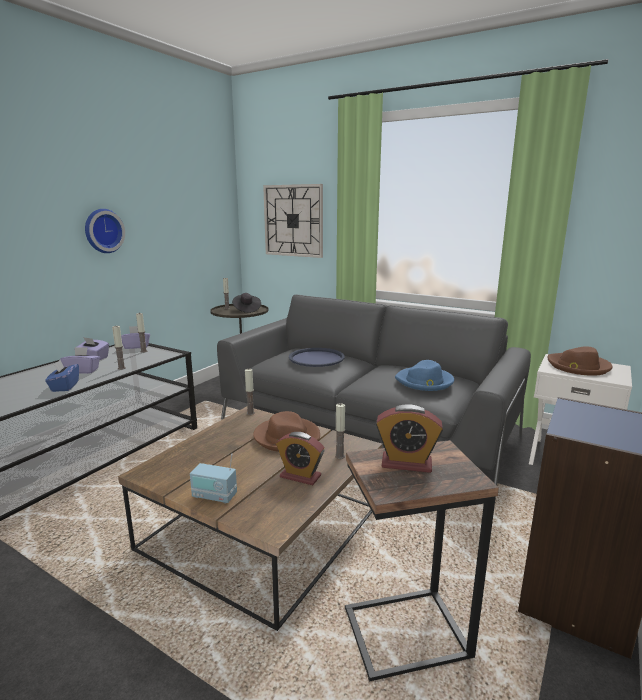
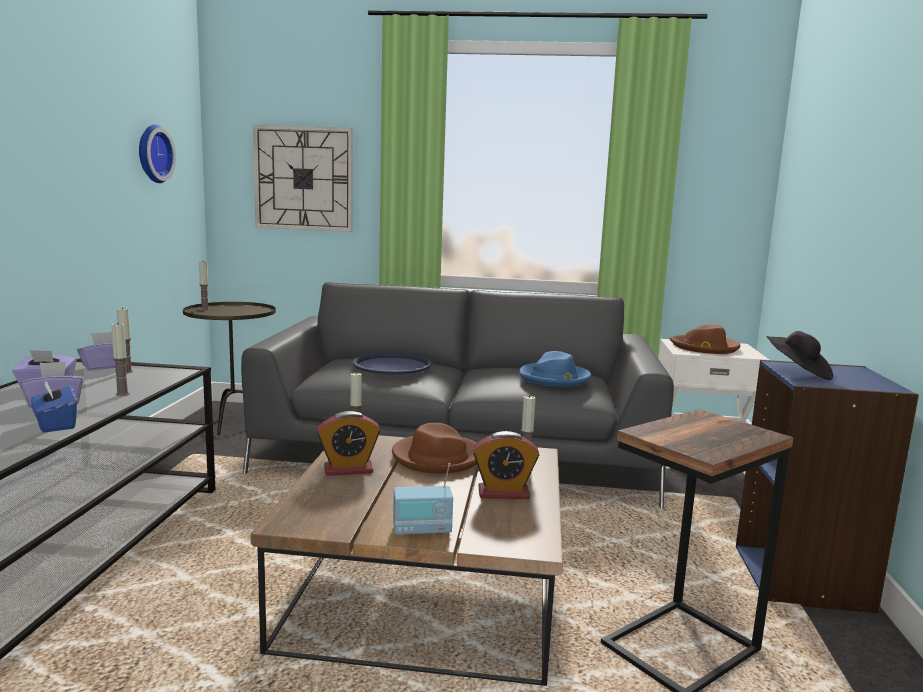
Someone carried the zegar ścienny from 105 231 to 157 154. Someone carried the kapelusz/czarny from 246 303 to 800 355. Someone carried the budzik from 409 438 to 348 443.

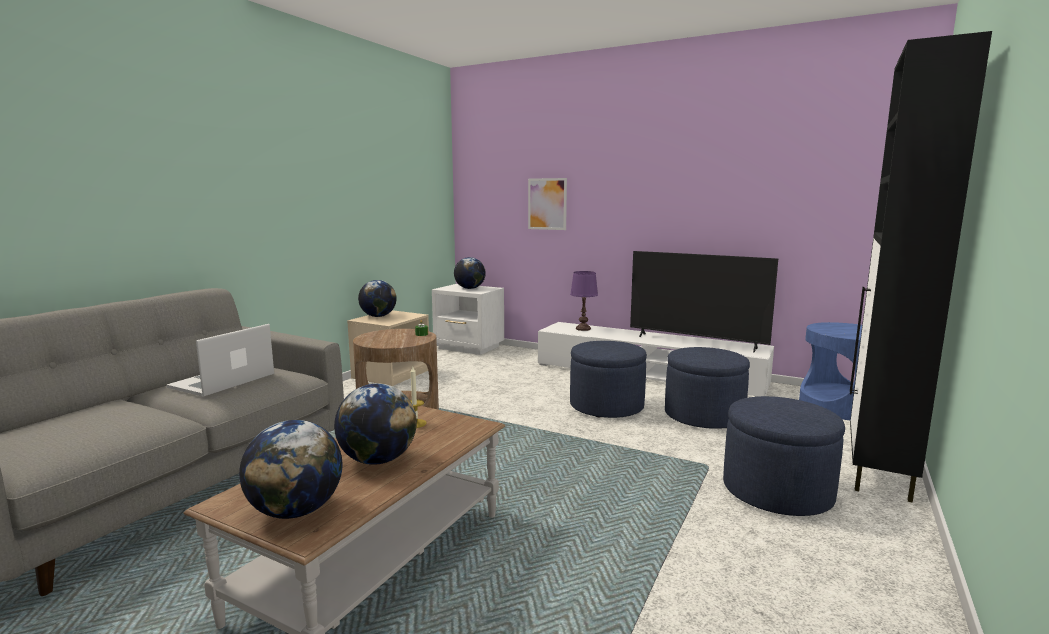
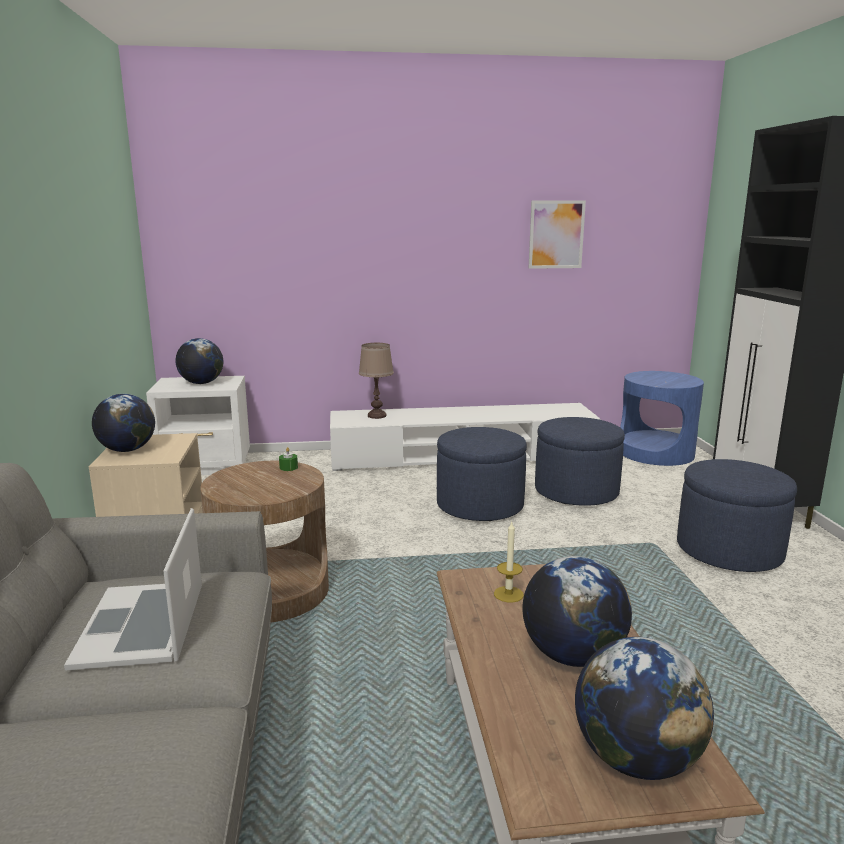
Someone carried the obraz from 547 204 to 557 234. Someone repainted the lampa stołowa/fioletowy at 584 301, which became the lampa stołowa/brązowy at 376 381. Someone took away the telewizor at 704 301.

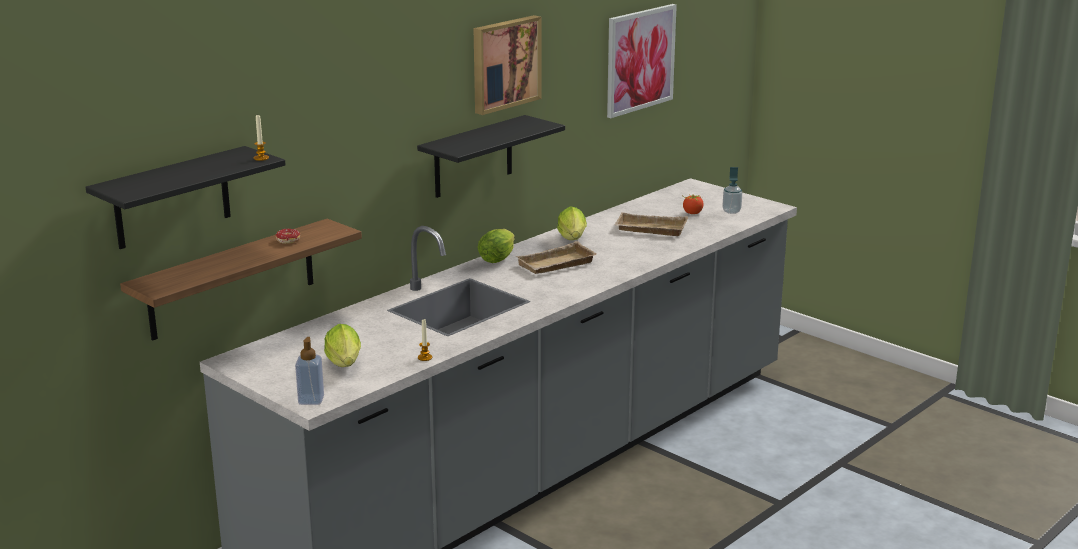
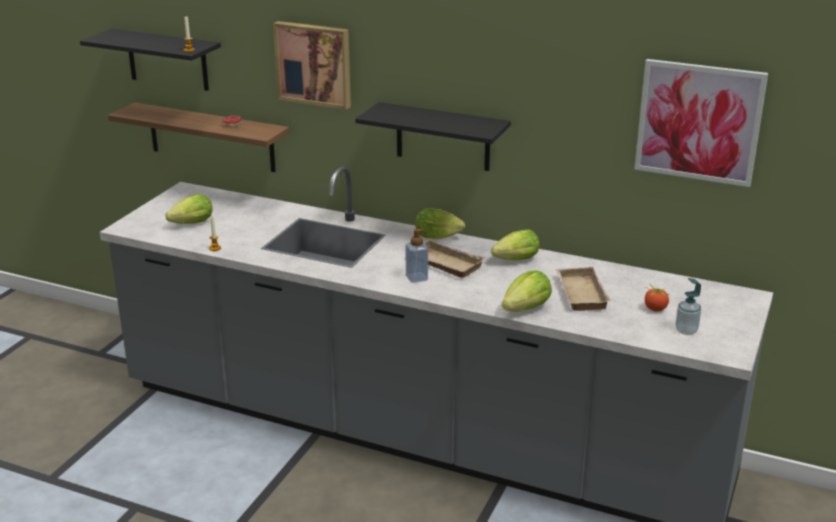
Someone carried the dozownik mydła from 309 371 to 417 256. Someone carried the obraz from 507 65 to 312 65. Someone put down the sałata at 527 291.

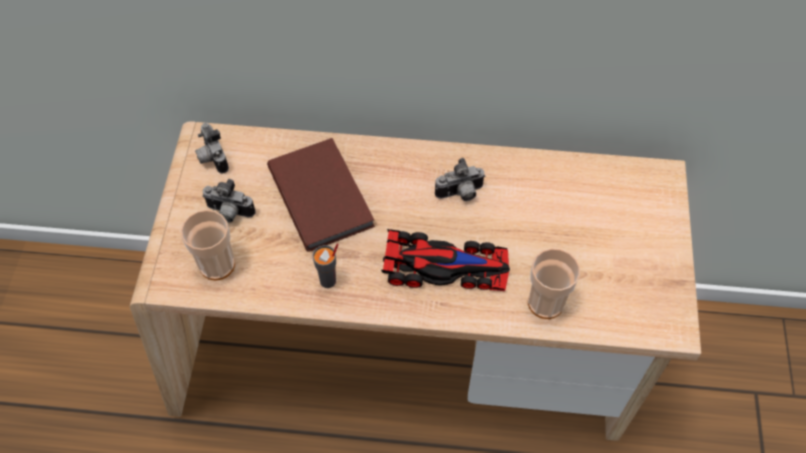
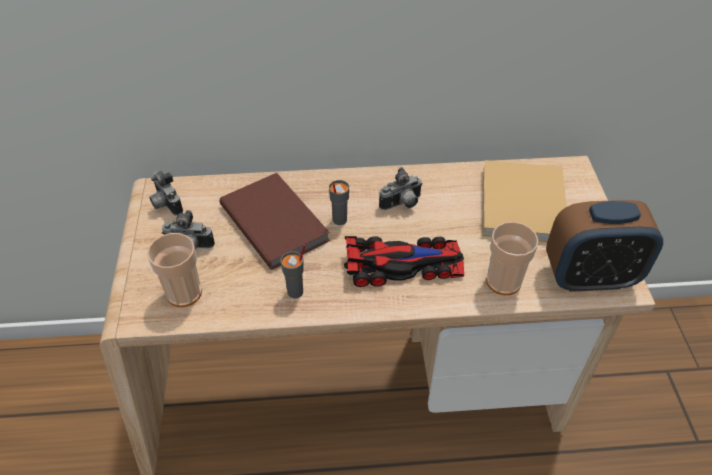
Someone put down the filiżanka/szary at 339 202. Someone put down the książka/beżowy at 524 201. Someone put down the budzik at 604 246.

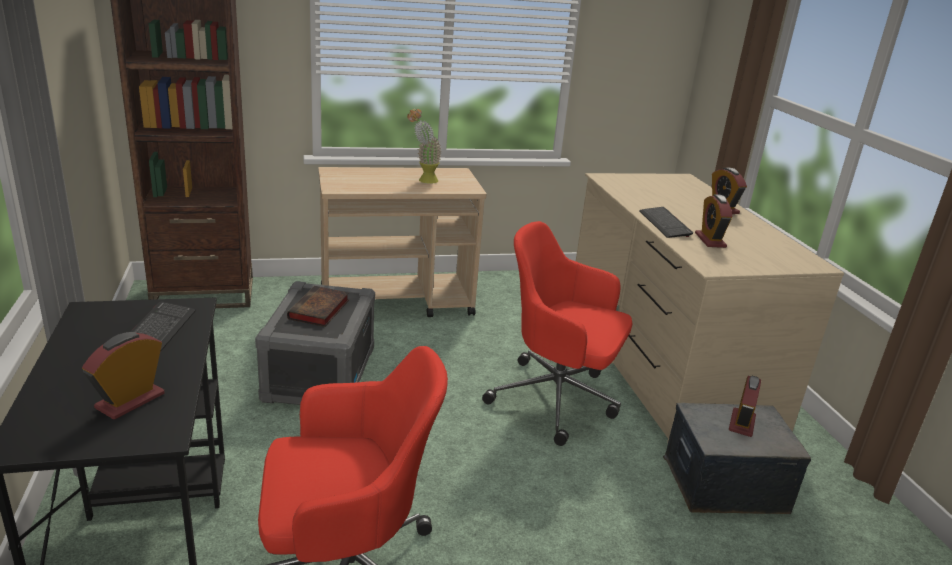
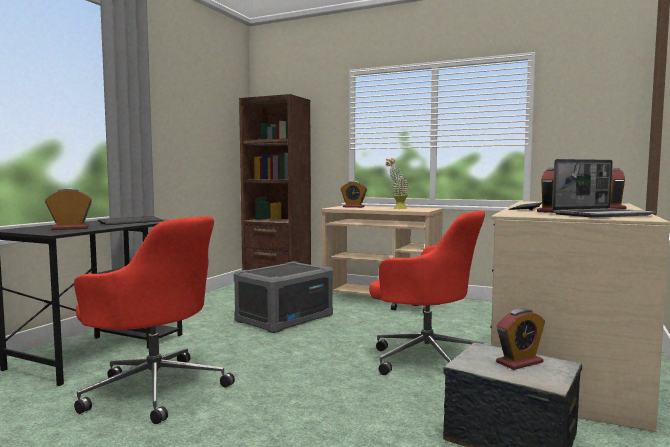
Someone took away the książka at 318 306. Someone rotated the krzesło biurowe/czerwony at 557 333 by 150 degrees clockwise. Someone put down the budzik at 354 194. Someone put down the laptop at 604 188.

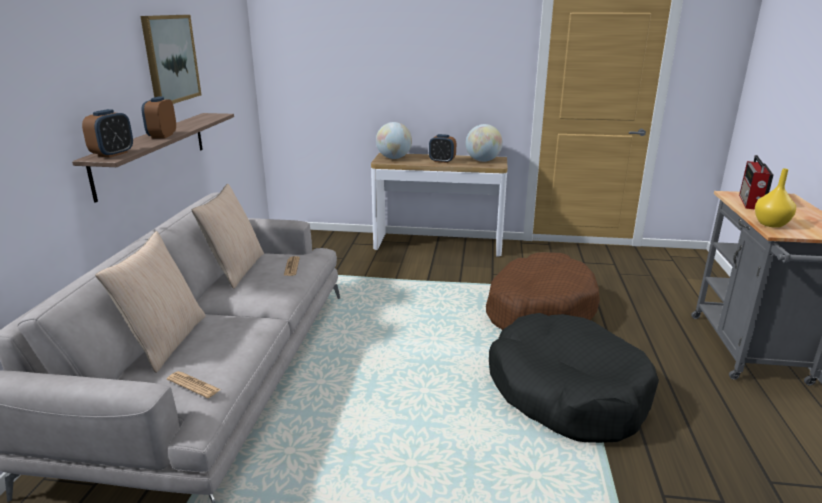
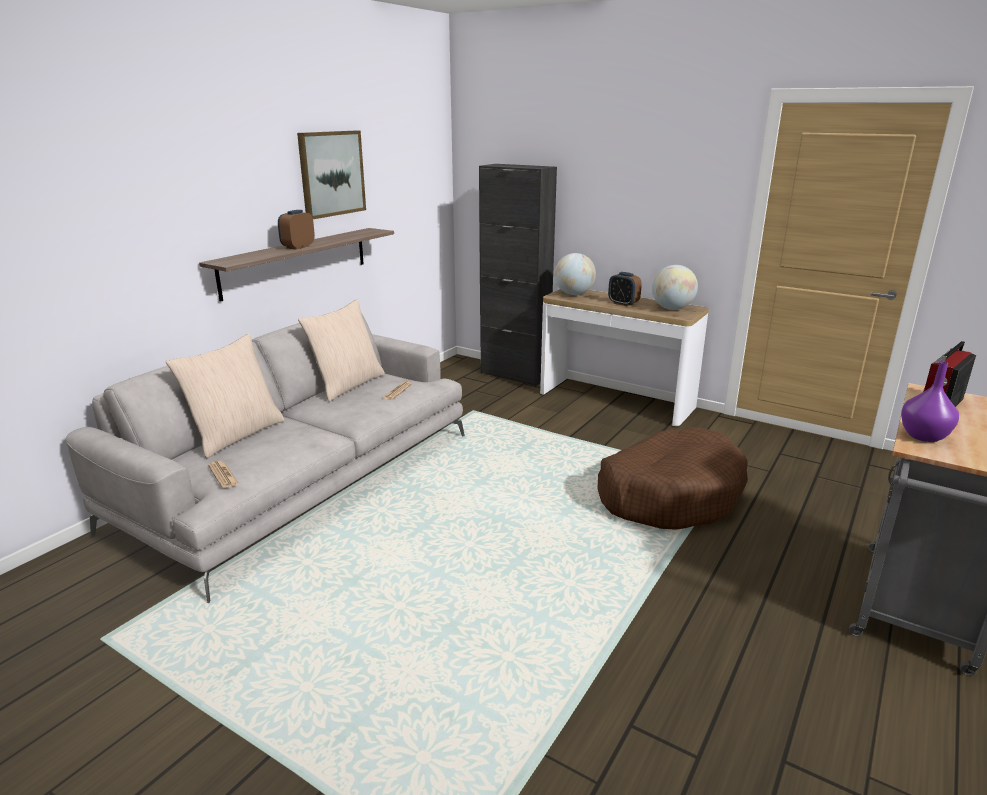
Someone took away the budzik at 107 133. Someone took away the legowisko/czarny at 574 378. Someone repainted the wazon/żółty at 775 198, which became the wazon/fioletowy at 930 402. Someone put down the szafka/czarny at 518 275.

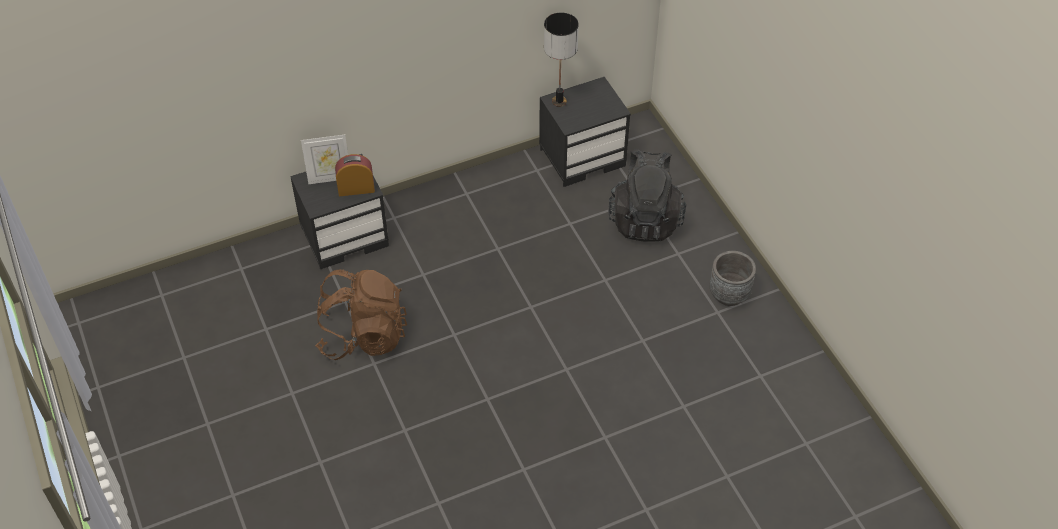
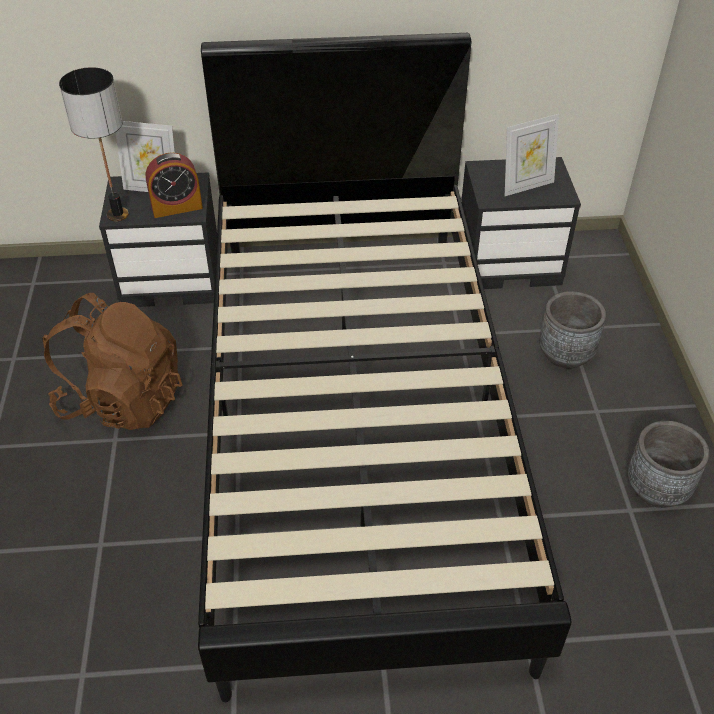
Someone rotated the budzik at 355 175 by 150 degrees clockwise. Someone carried the lampa stołowa from 561 59 to 94 144. Someone swapped the plecak/czarny at 647 195 for the donica/szary at 572 330. Someone put down the łóżko/czarny at 384 367. Someone put down the ramka na zdjęcie at 532 155.

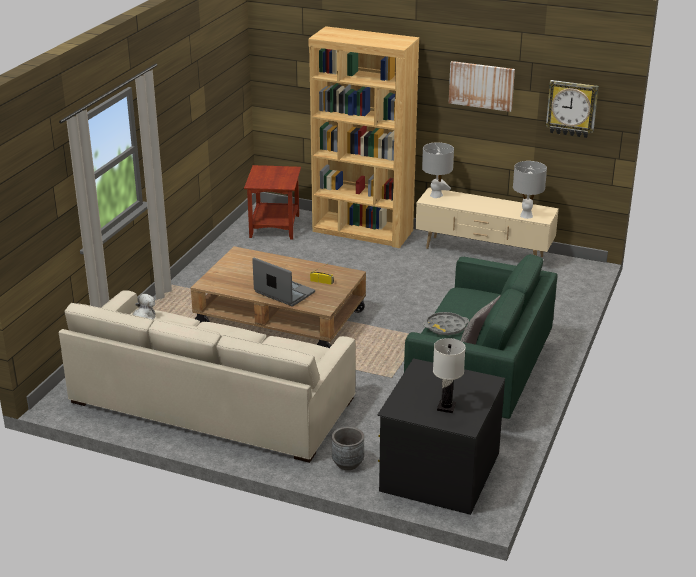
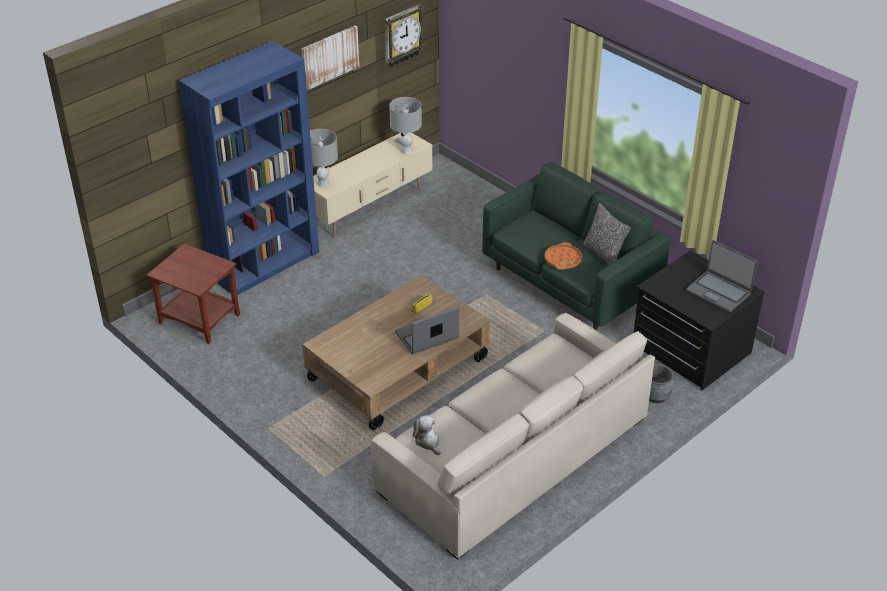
Someone repainted the regał/brązowy at 363 137, which became the regał/niebieski at 249 168. Someone repainted the taca/szary at 446 323, which became the taca/pomarańczowy at 563 256. Someone swapped the lampa stołowa/biały at 449 375 for the laptop at 722 276.

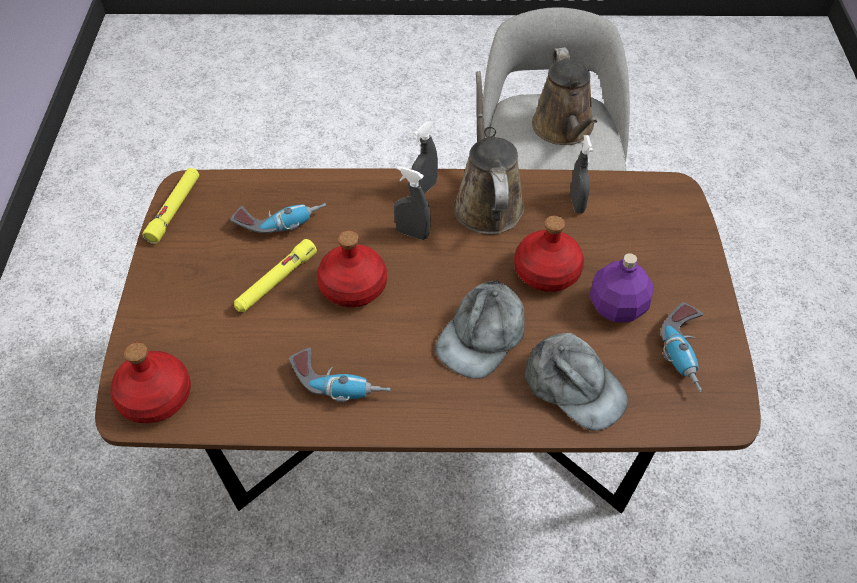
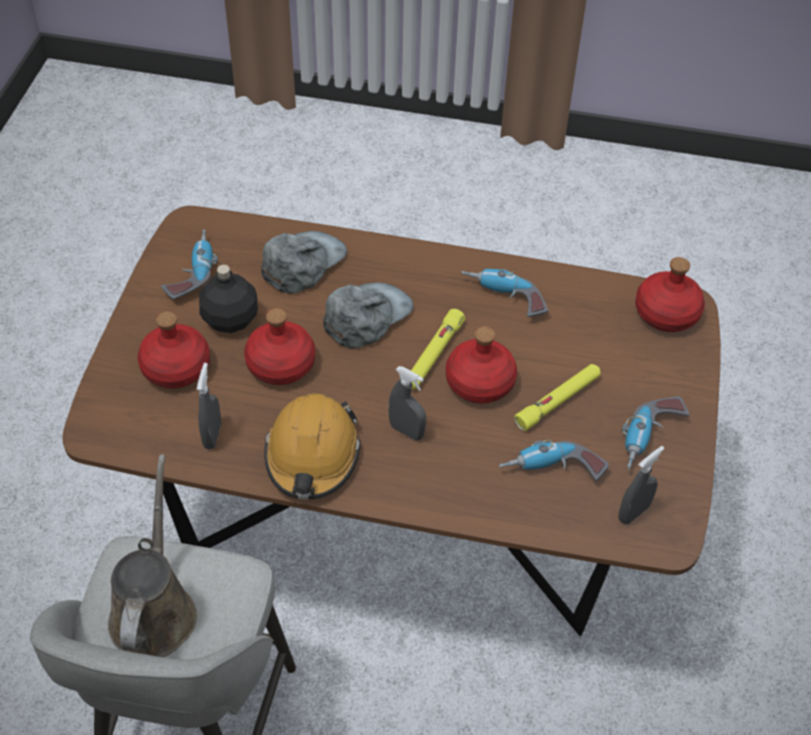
Someone carried the latarka/żółty from 170 206 to 438 349. Someone carried the spryskiwacz/szary from 424 158 to 642 485. Someone swapped the konewka/brązowy at 488 153 for the kask/pomarańczowy at 312 446. Someone rotated the czapka z daszkiem/szary at 576 382 by 75 degrees clockwise. Someone repainted the butelka/fioletowy at 622 287, which became the butelka/czarny at 228 299. Someone put down the butelka/czerwony at 174 349. Someone put down the wiertarka at 655 432.

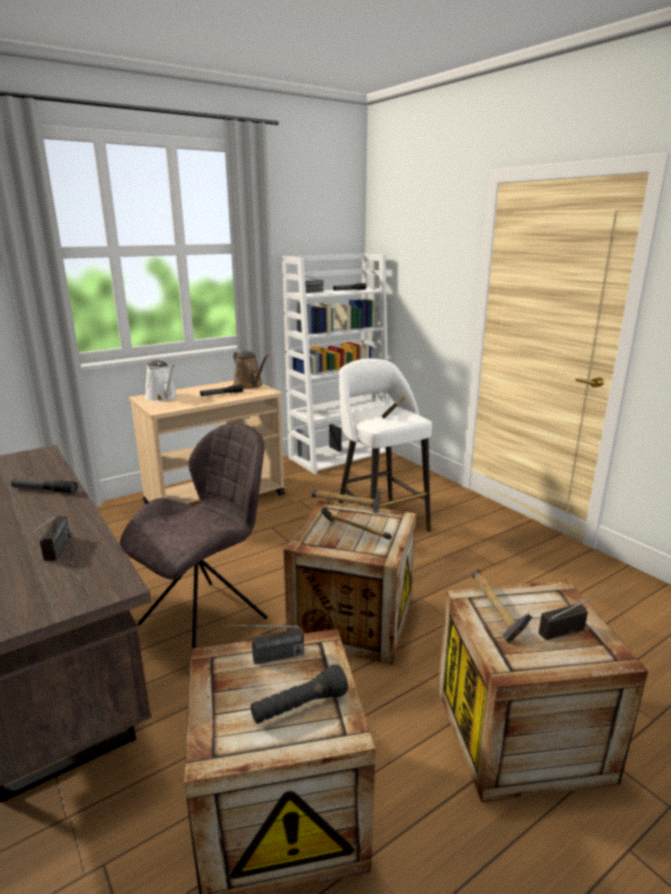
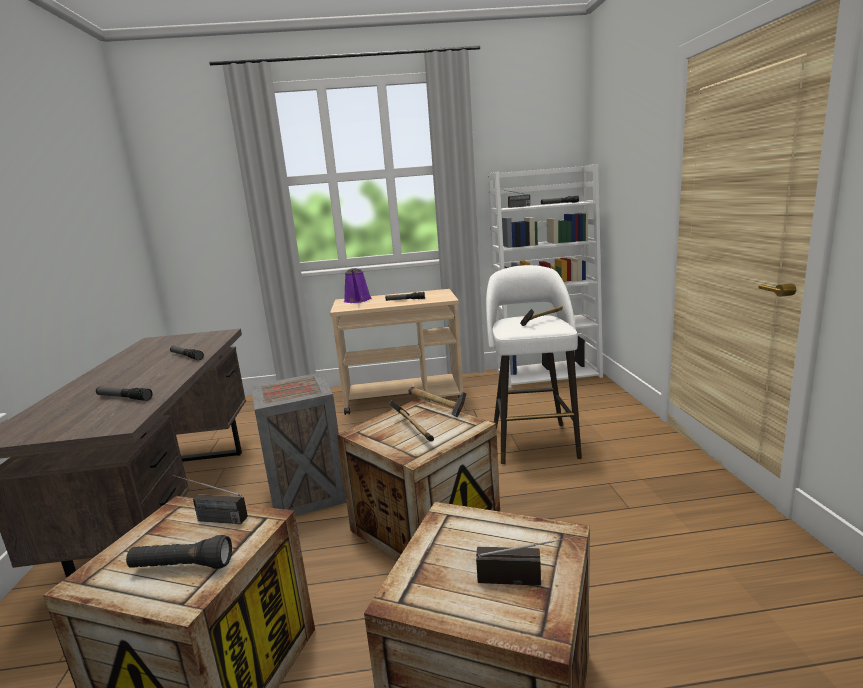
Someone swapped the radio at 49 538 for the latarka at 124 394. Someone swapped the krzesło/szary at 194 535 for the skrzynka at 298 444. Someone repainted the konewka/biały at 161 380, which became the konewka/fioletowy at 357 285. Someone took away the konewka/brązowy at 251 370. Someone took away the młotek at 502 606.

